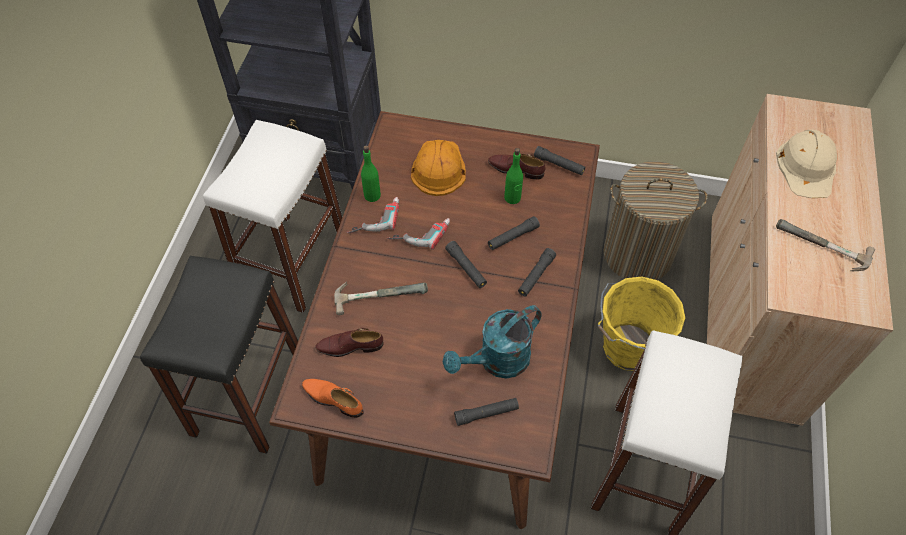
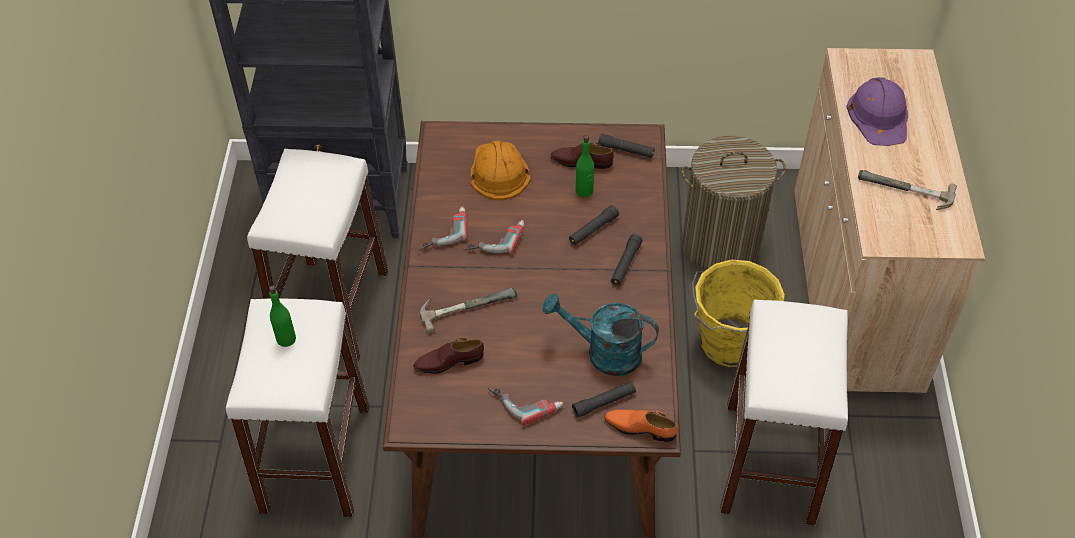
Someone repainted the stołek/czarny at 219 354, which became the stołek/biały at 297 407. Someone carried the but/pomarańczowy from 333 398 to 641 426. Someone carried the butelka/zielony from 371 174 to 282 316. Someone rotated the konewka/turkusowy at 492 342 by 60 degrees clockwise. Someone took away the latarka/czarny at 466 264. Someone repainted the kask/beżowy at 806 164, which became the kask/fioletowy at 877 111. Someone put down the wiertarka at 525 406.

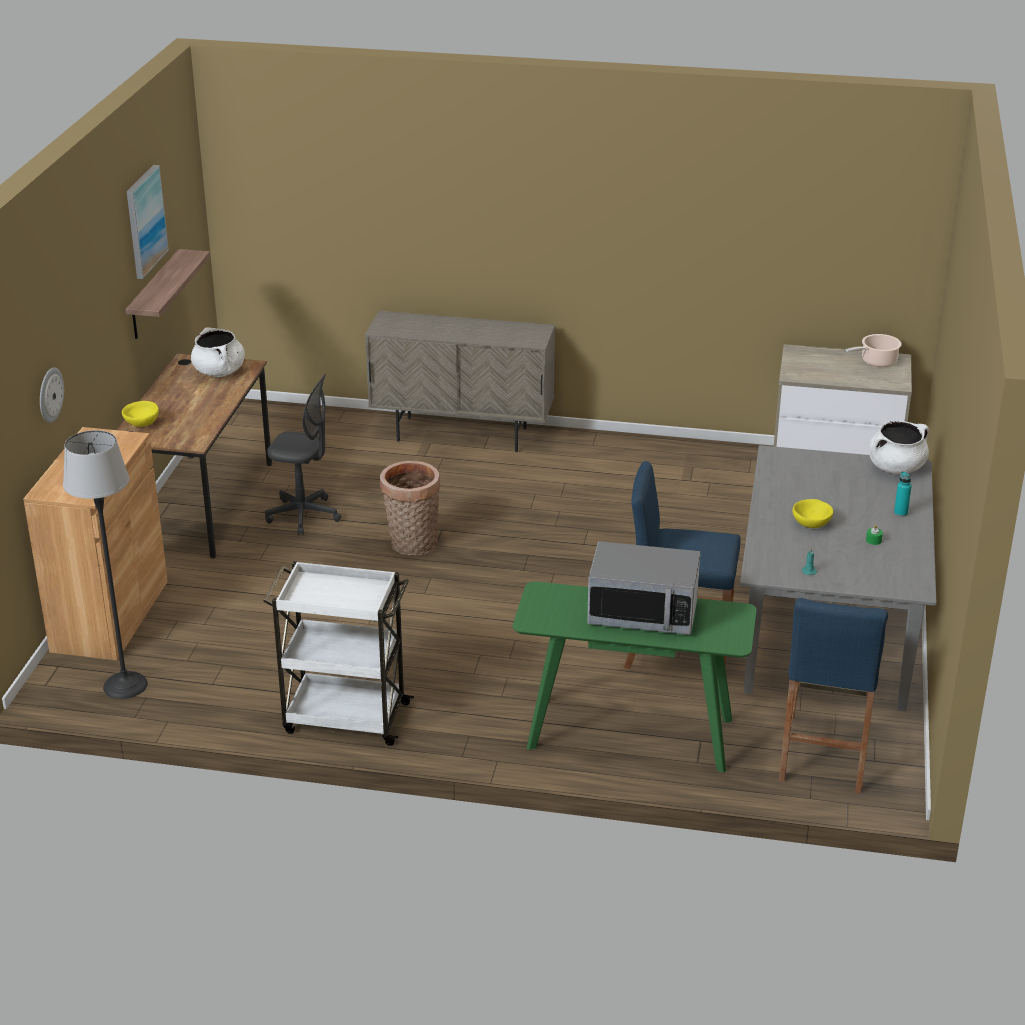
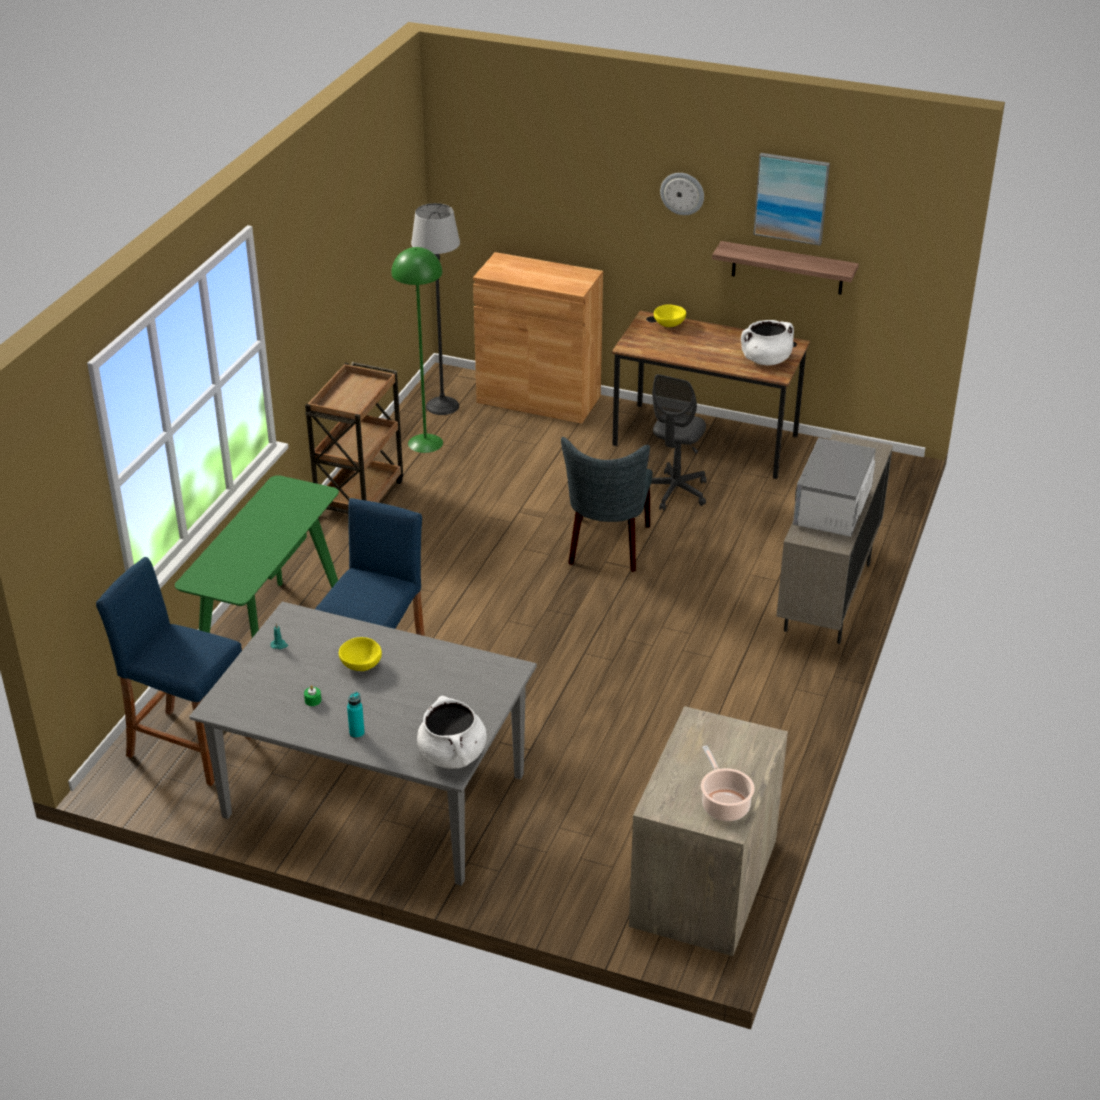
Someone carried the zegar ścienny from 52 395 to 682 194. Someone repainted the wózek/biały at 338 653, which became the wózek/brązowy at 354 438. Someone swapped the koszyk at 410 508 for the krzesło/szary at 607 504. Someone carried the mikrofalówka from 643 588 to 834 487. Someone put down the lampa stojąca/zielony at 417 350.

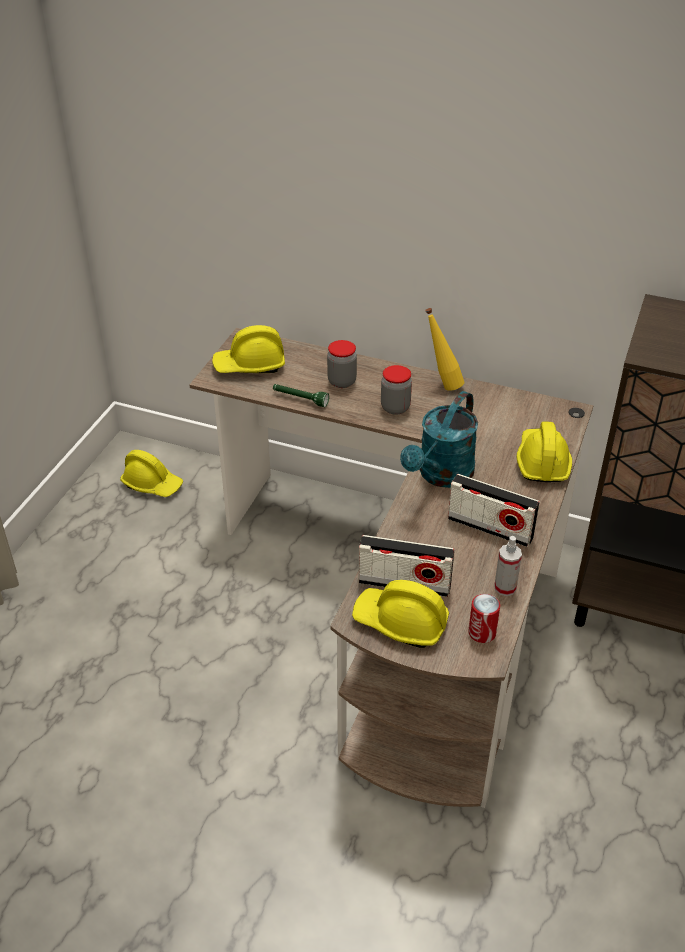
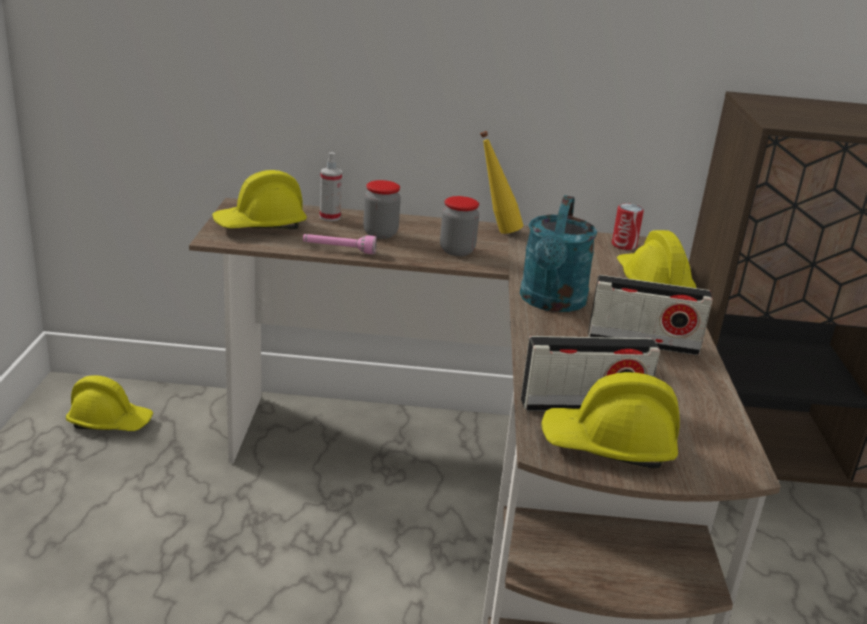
Someone repainted the latarka/zielony at 301 395, which became the latarka/różowy at 340 244. Someone carried the puszka from 484 618 to 628 227. Someone carried the spryskiwacz from 508 566 to 331 186.

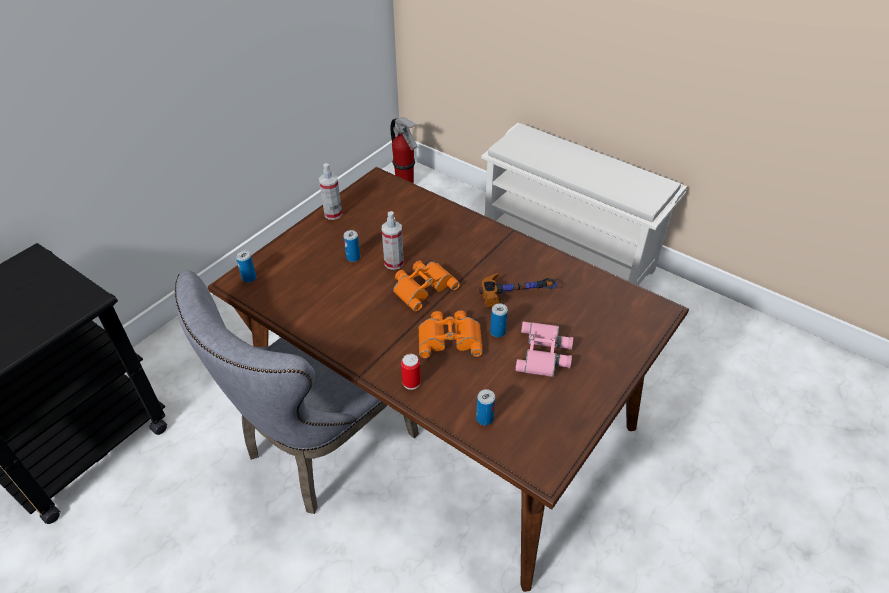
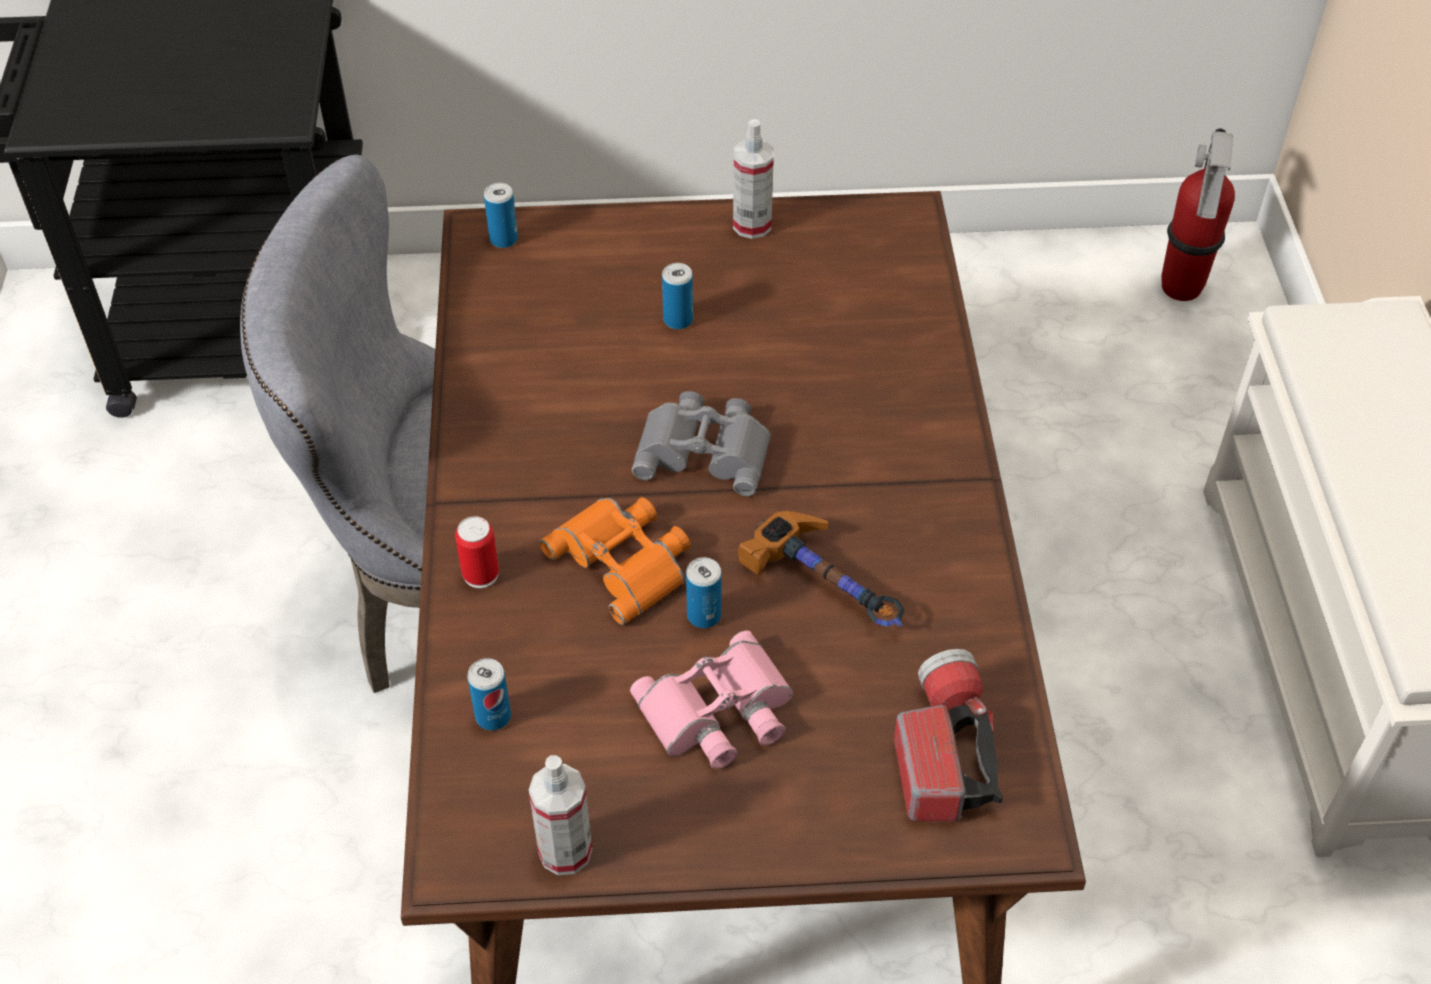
Someone carried the spryskiwacz from 393 240 to 560 815. Someone repainted the lornetka/pomarańczowy at 426 286, which became the lornetka/szary at 701 443. Someone put down the latarka at 948 735.

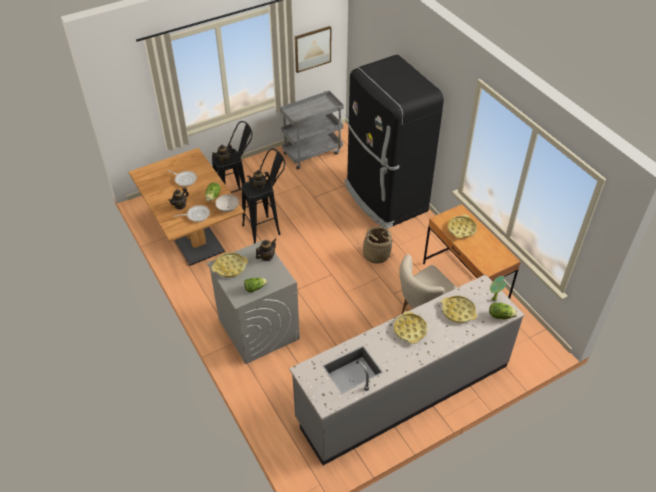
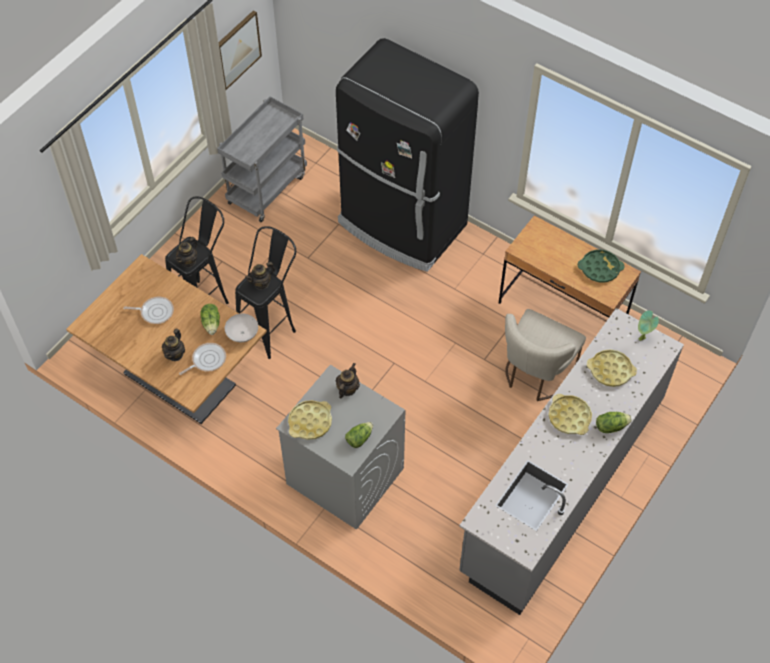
Someone took away the koszyk at 377 245. Someone took away the taca/żółty at 462 226. Someone carried the sałata from 503 311 to 614 422. Someone put down the taca/zielony at 601 266.

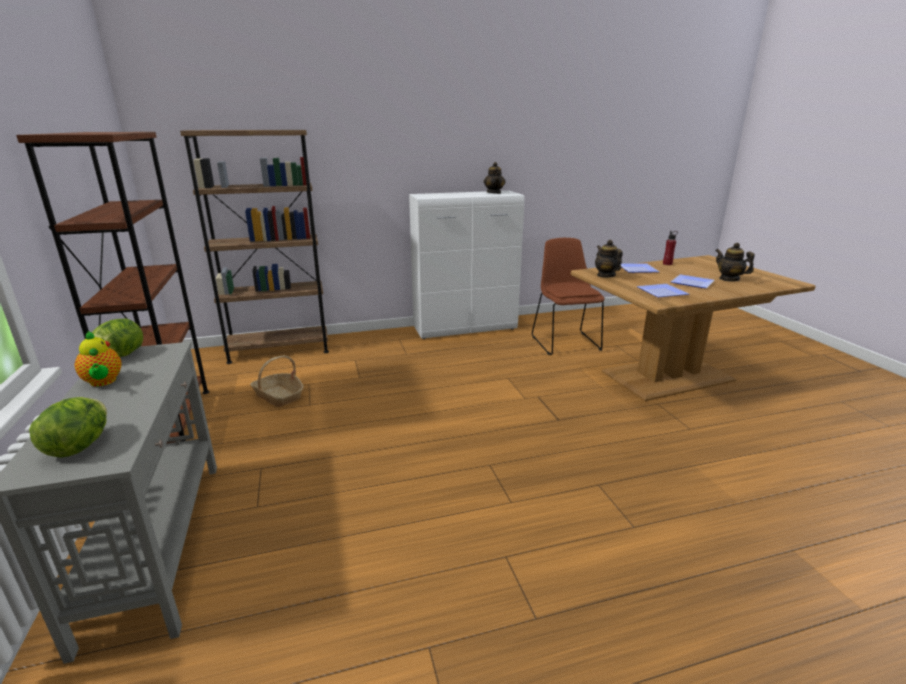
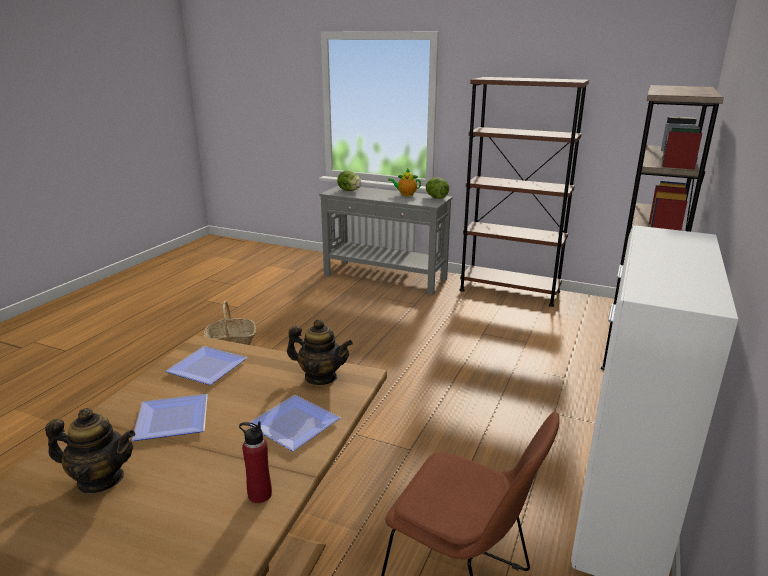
Someone carried the koszyk from 277 381 to 229 323. Someone took away the imbryk at 494 178.

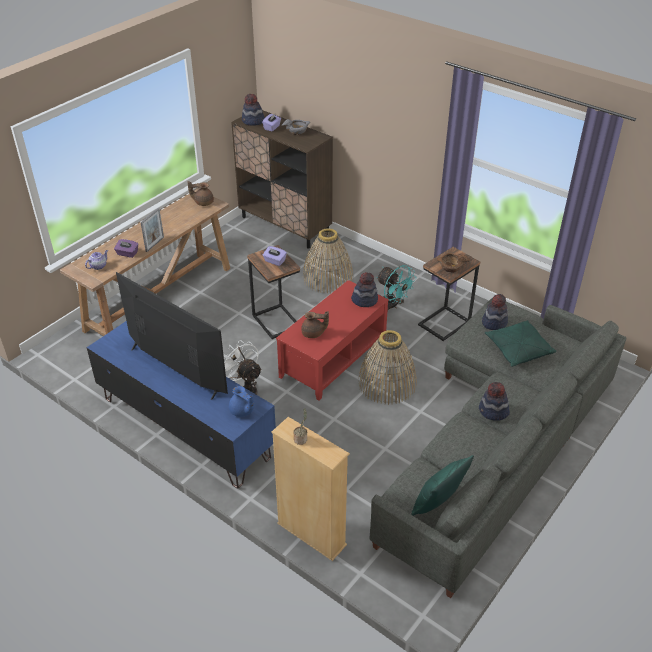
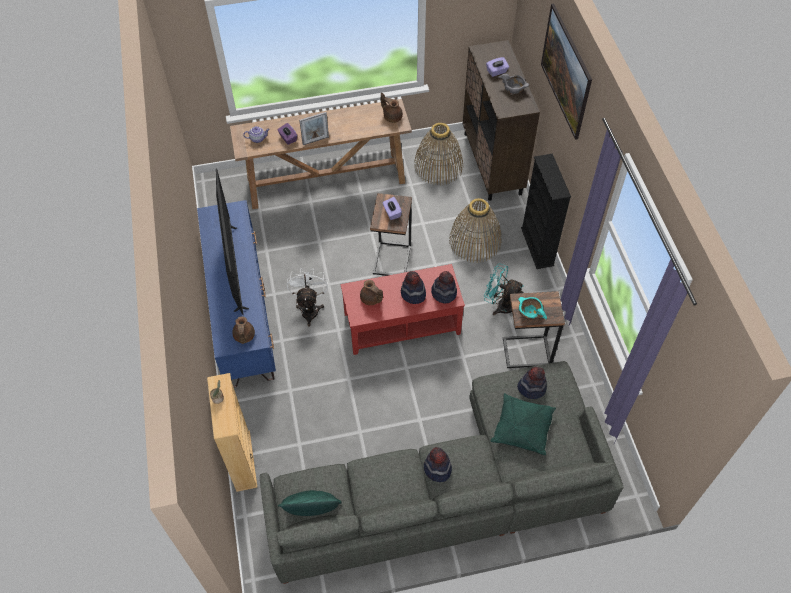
Someone repainted the imbryk/niebieski at 241 401, which became the imbryk/brązowy at 243 330. Someone carried the kapelusz from 253 110 to 413 287. Someone carried the koszyk from 388 367 to 438 154. Someone rotated the wentylator/turkusowy at 396 289 by 120 degrees clockwise. Someone repainted the miska/brązowy at 454 263, which became the miska/turkusowy at 532 308. Someone put down the regał/czarny at 546 211. Someone put up the obraz at 566 71.

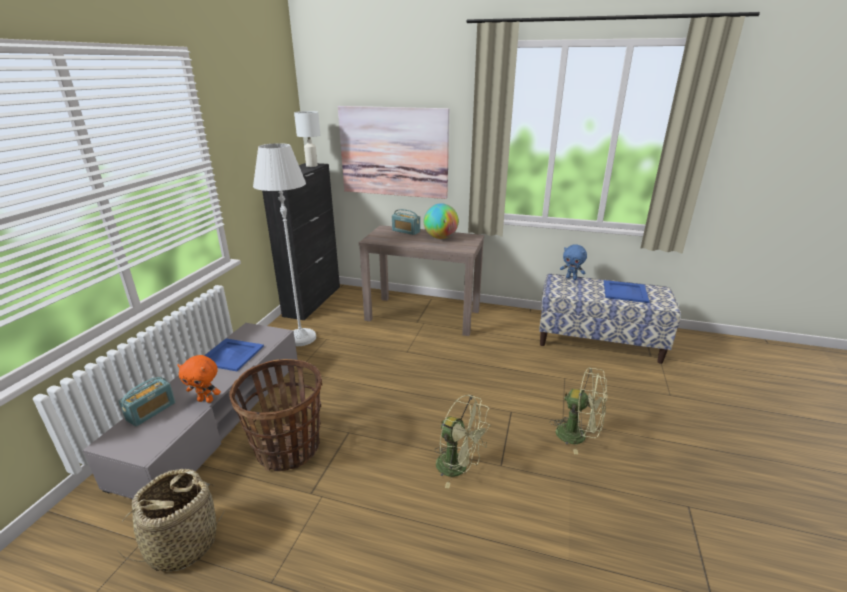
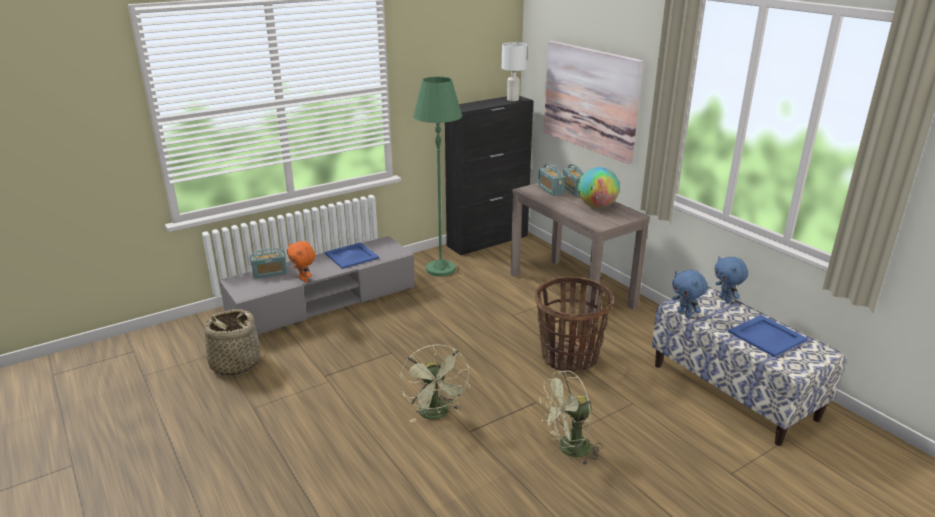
Someone carried the koszyk from 275 415 to 574 325. Someone repainted the lampa stojąca/biały at 284 244, which became the lampa stojąca/zielony at 437 177. Someone rotated the wentylator/zielony at 578 410 by 90 degrees clockwise. Someone put down the radio at 552 180. Someone put down the pluszak/niebieski at 689 294.

